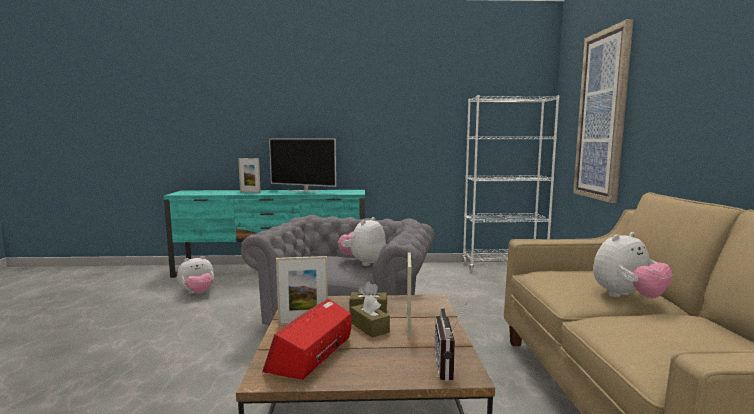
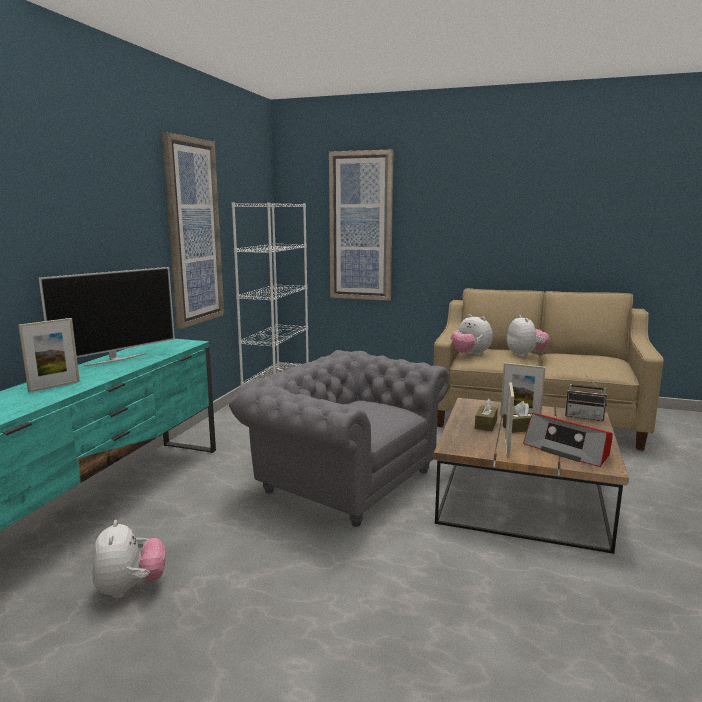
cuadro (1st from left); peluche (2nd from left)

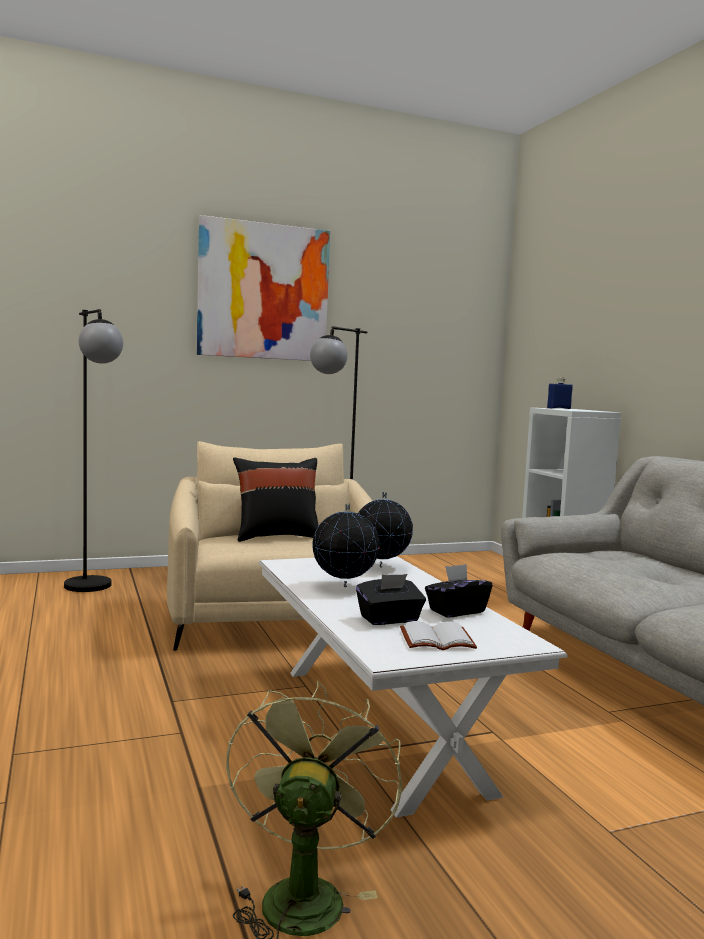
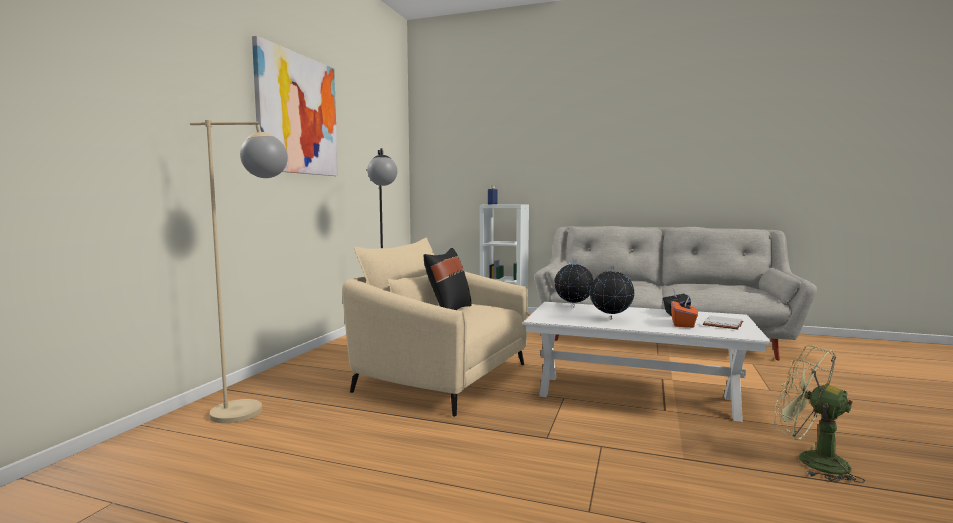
lámpara de pie (beis); caja de pañuelos (naranja)

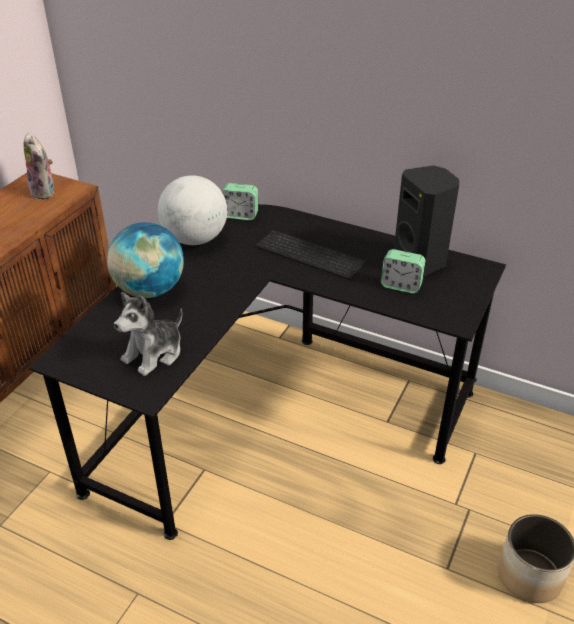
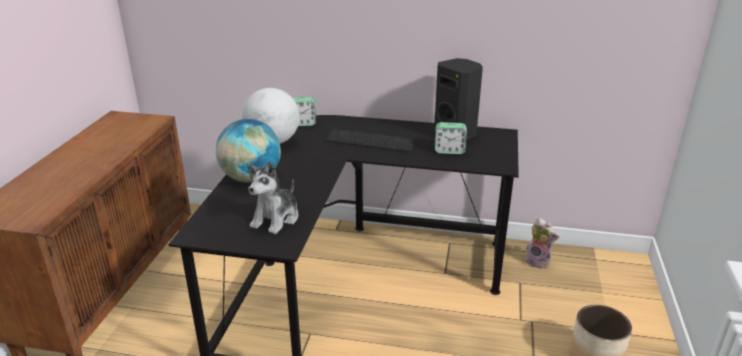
peluche (2nd from left)

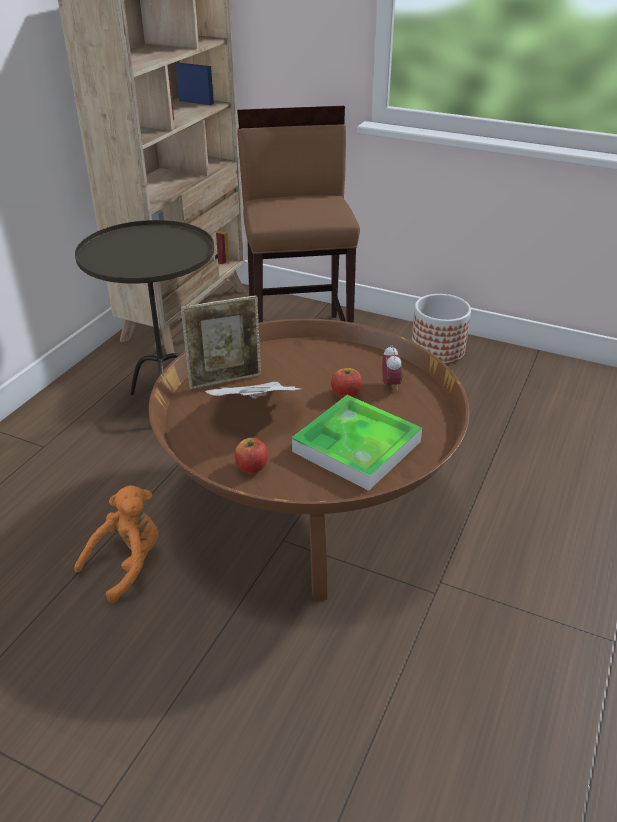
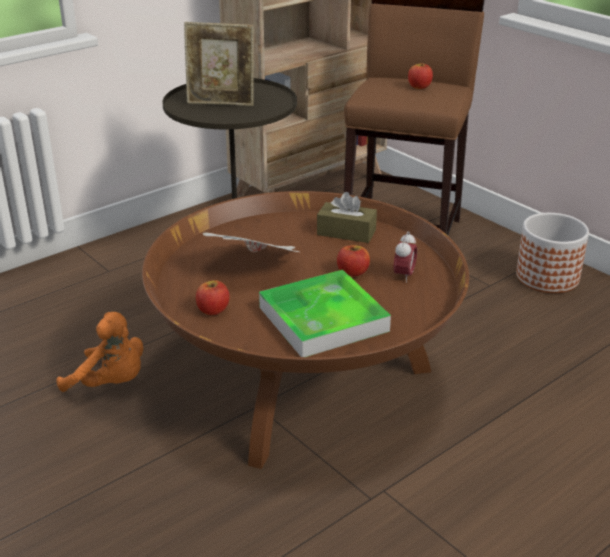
caja de pañuelos (marrón); manzana (3rd from left); portarretratos; peluche (naranja)

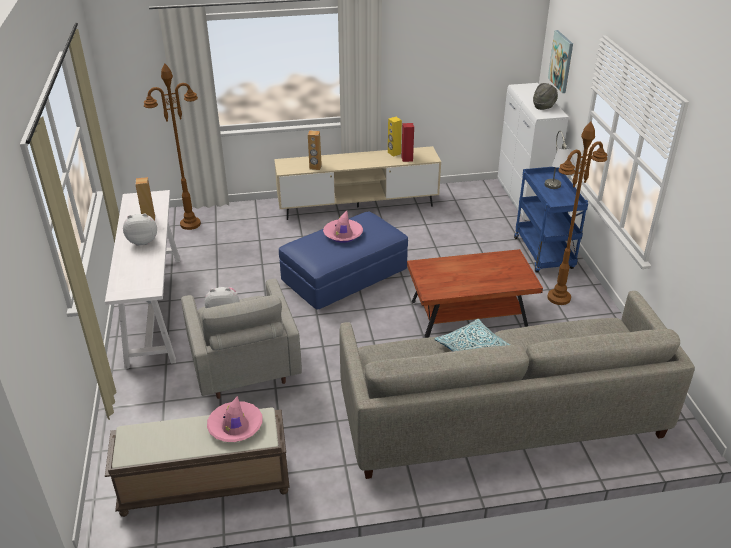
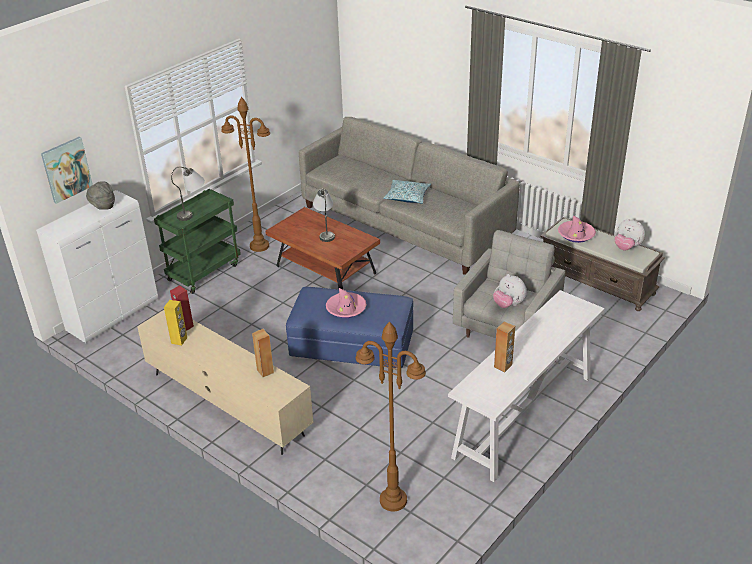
lámpara de mesa (gris) (2nd from left); peluche (2nd from left); carrito (verde)

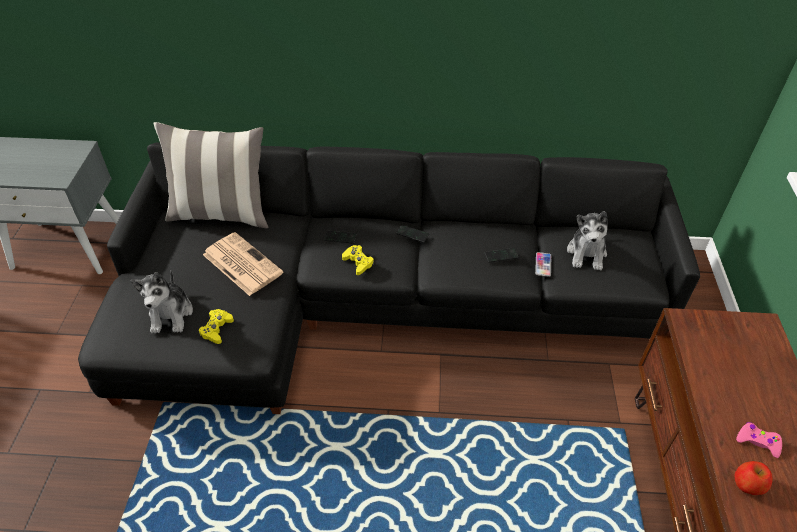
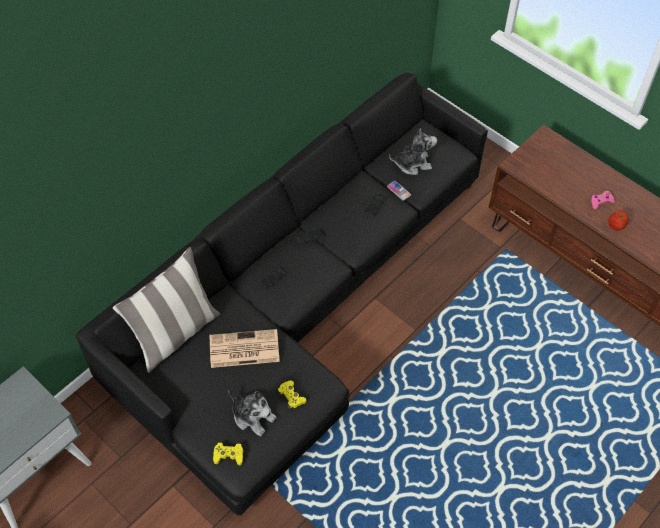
mando de consola (amarillo) (1st from left); peluche (2nd from left)

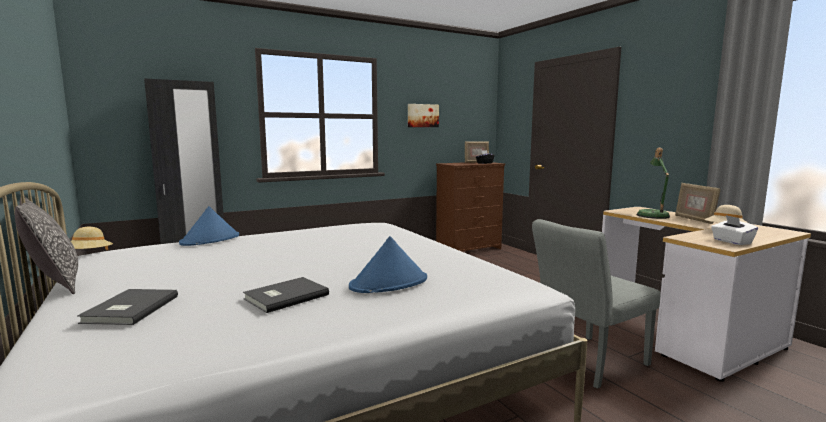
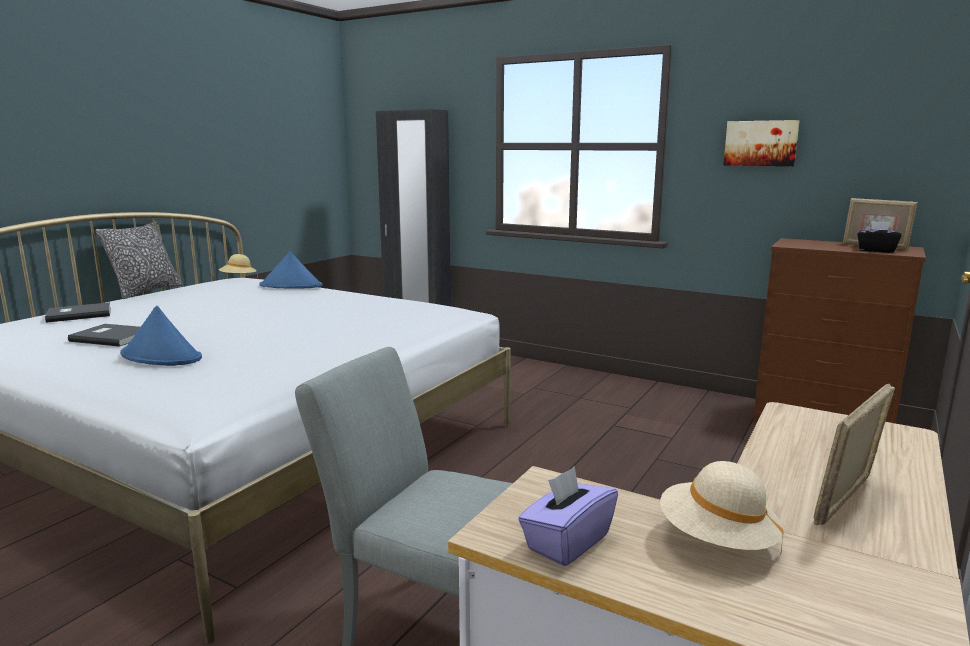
lámpara de mesa; caja de pañuelos (morado)

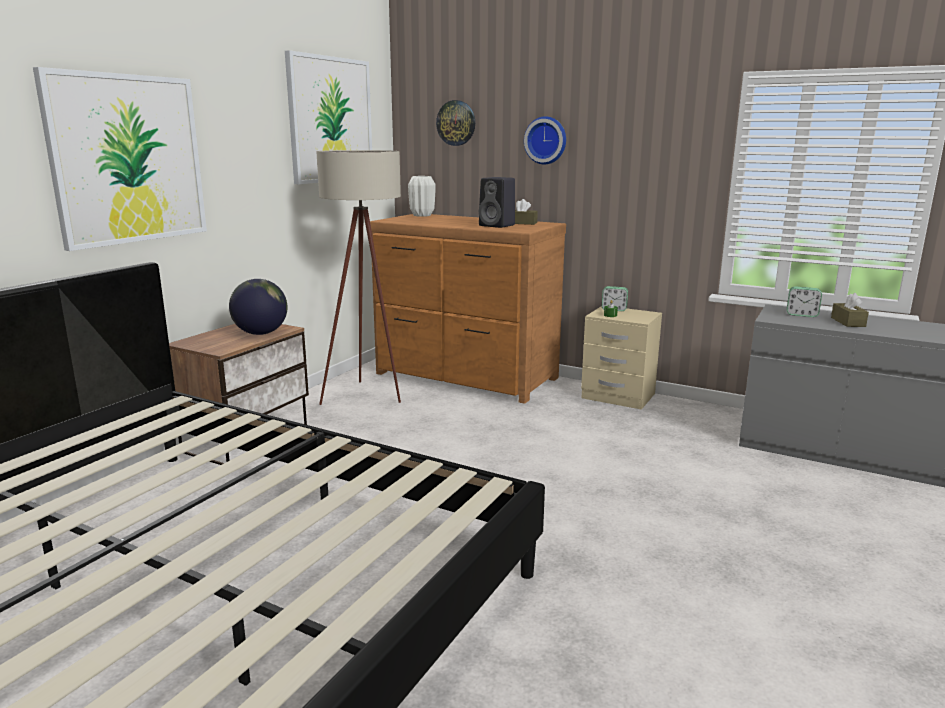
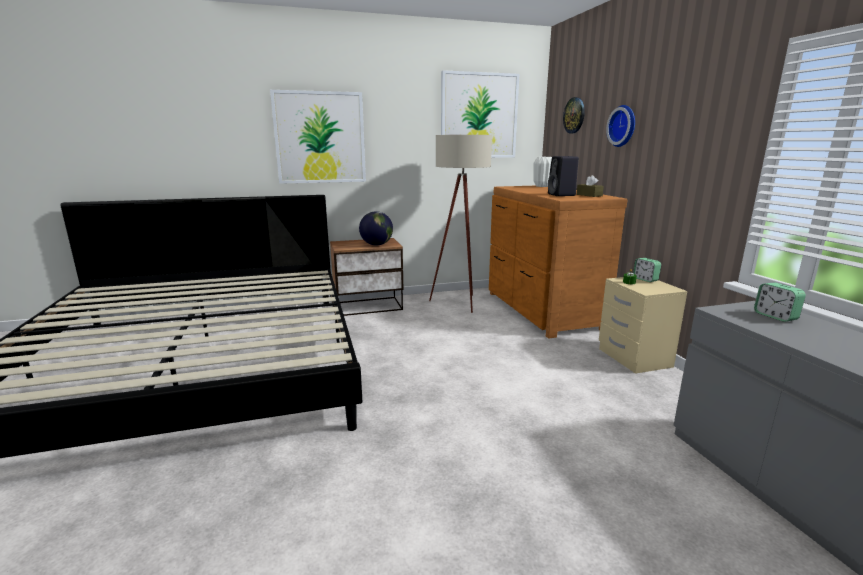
caja de pañuelos (marrón) (2nd from left in the first image)

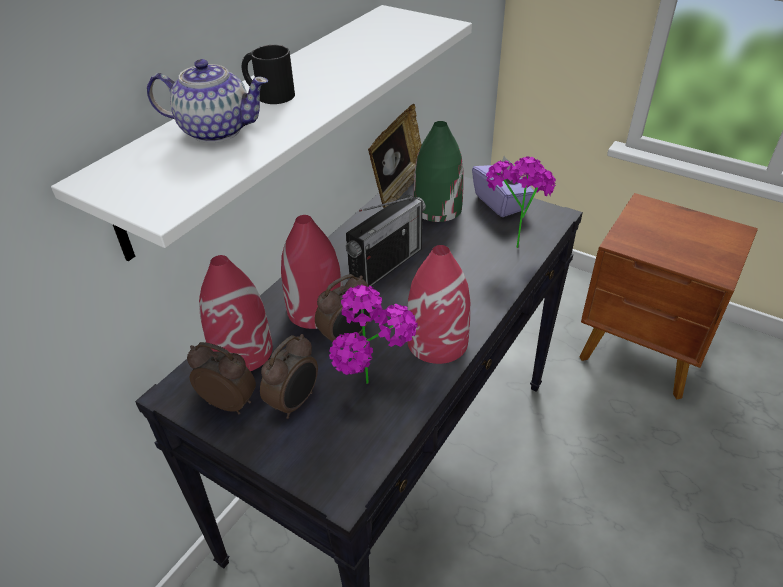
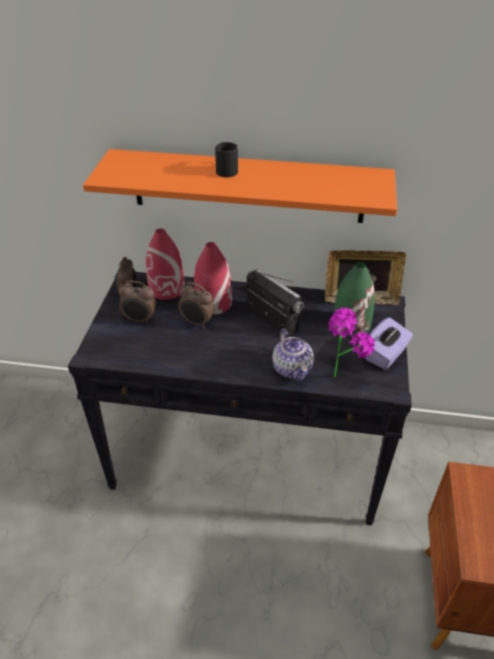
planta en maceta (1st from left in the first image); florero (rojo) (3rd from left in the first image); tetera; estante (naranja); radio

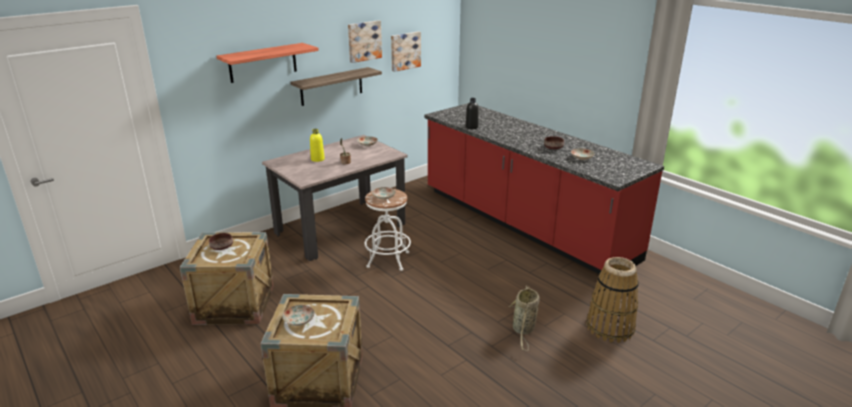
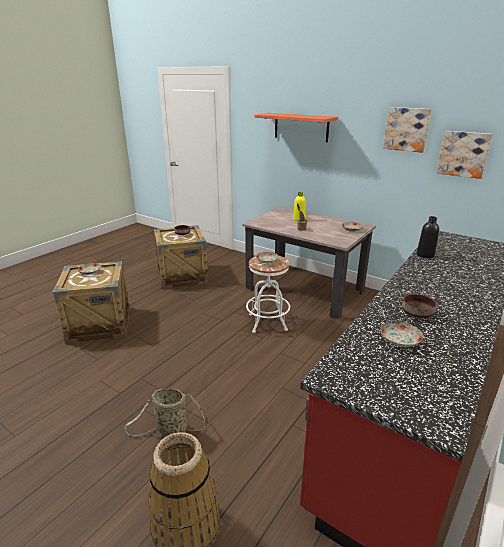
estante (2nd from left in the first image)

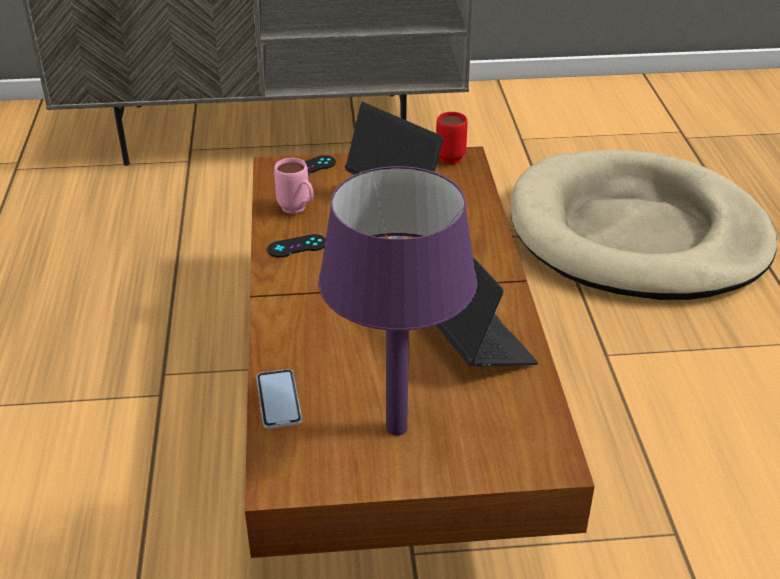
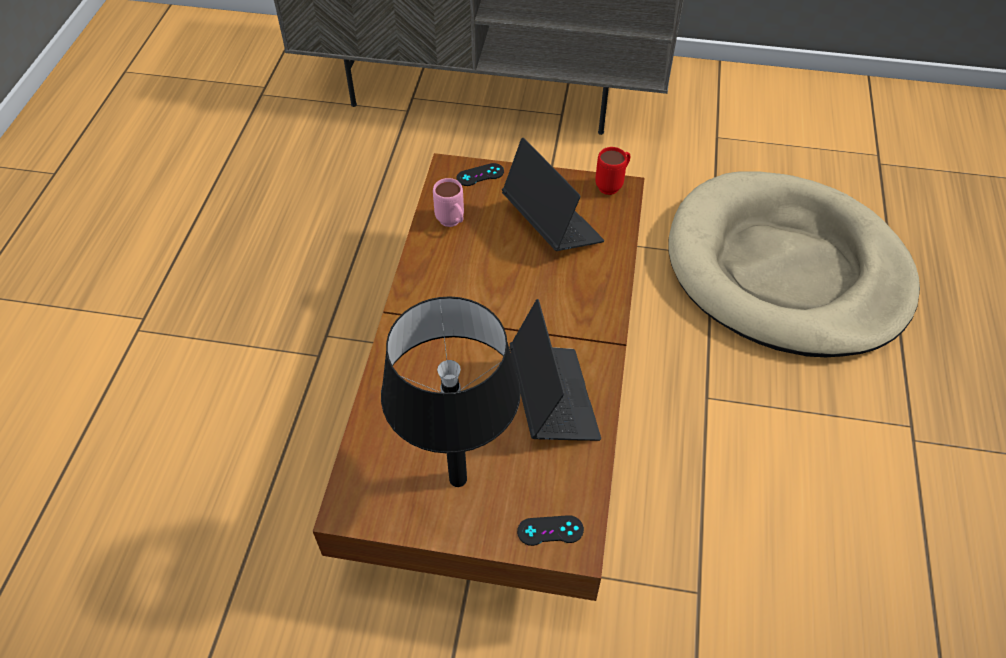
móvil; mando de consola (negro) (2nd from left); lámpara de mesa (negro)

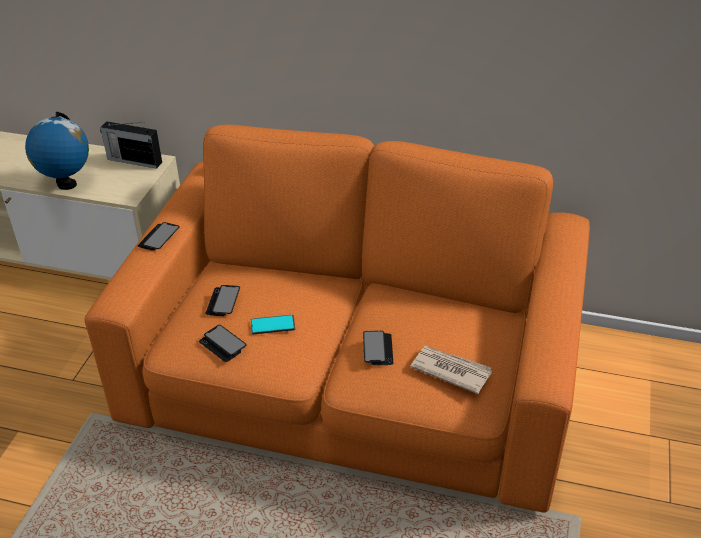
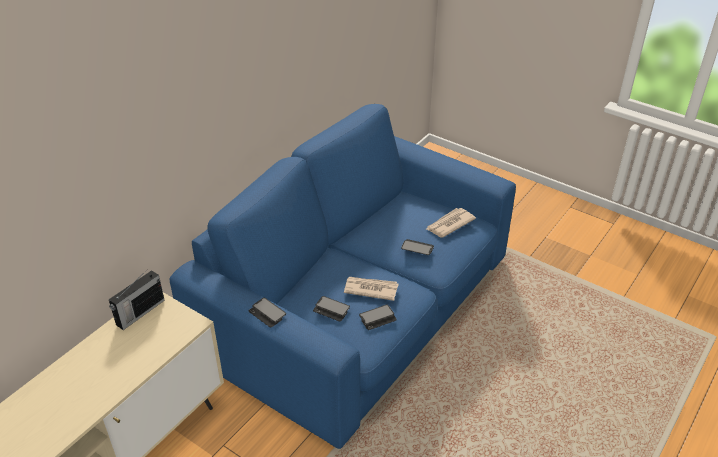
globo terráqueo; periódico (1st from left); sofá (azul)

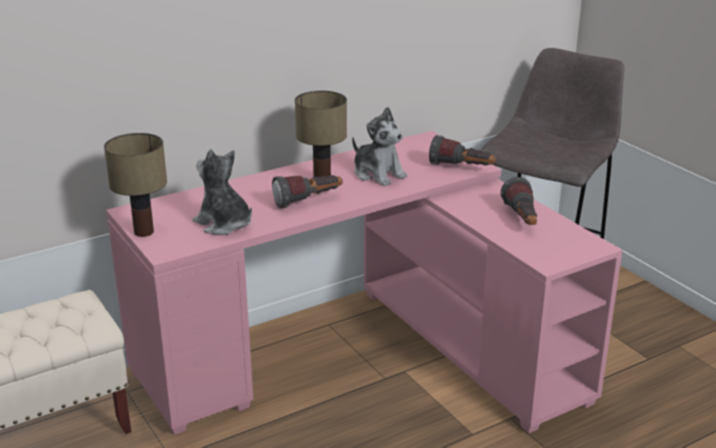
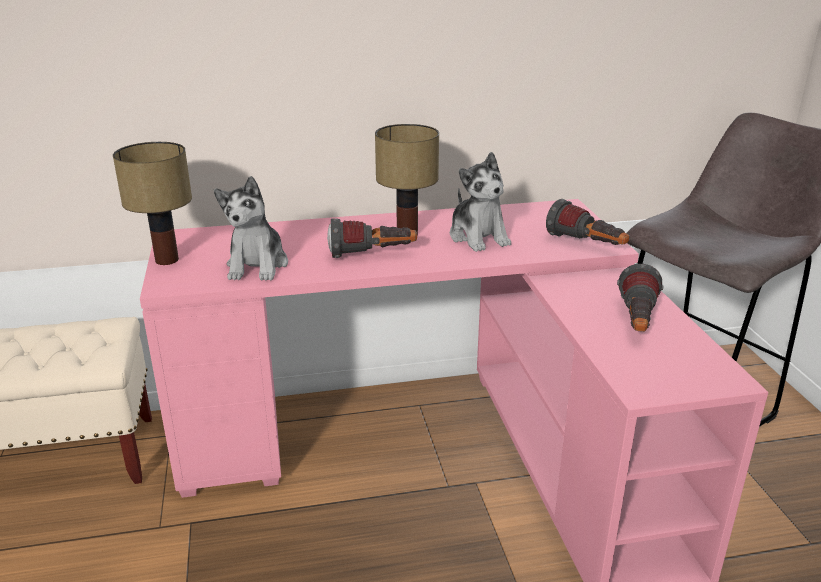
peluche (1st from left)

